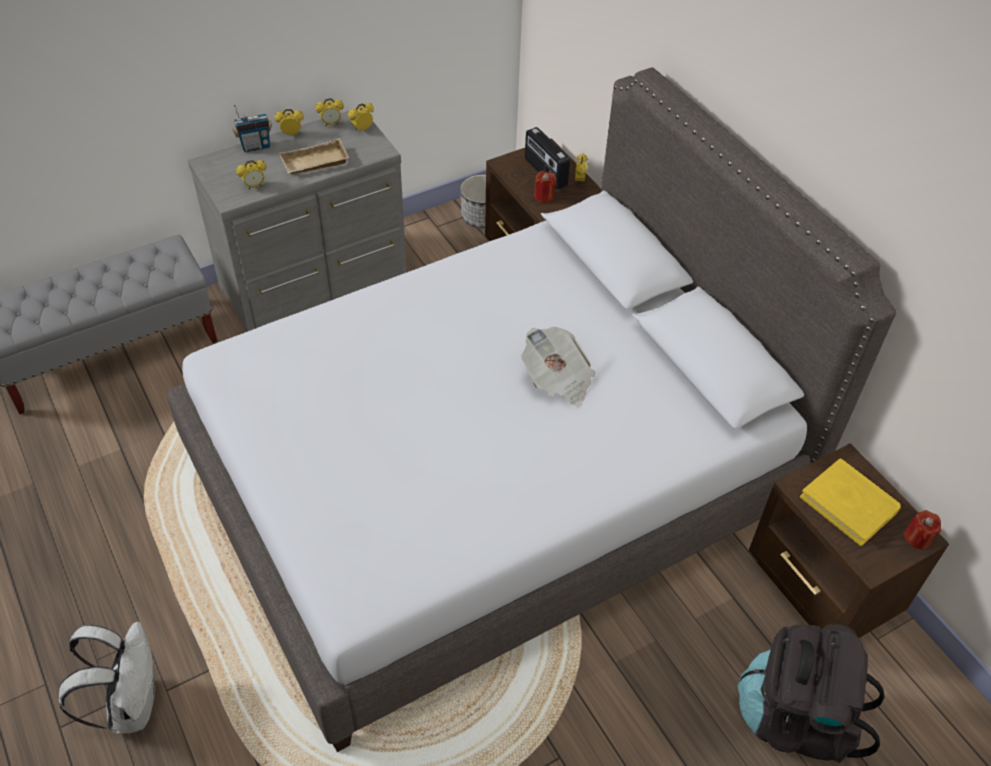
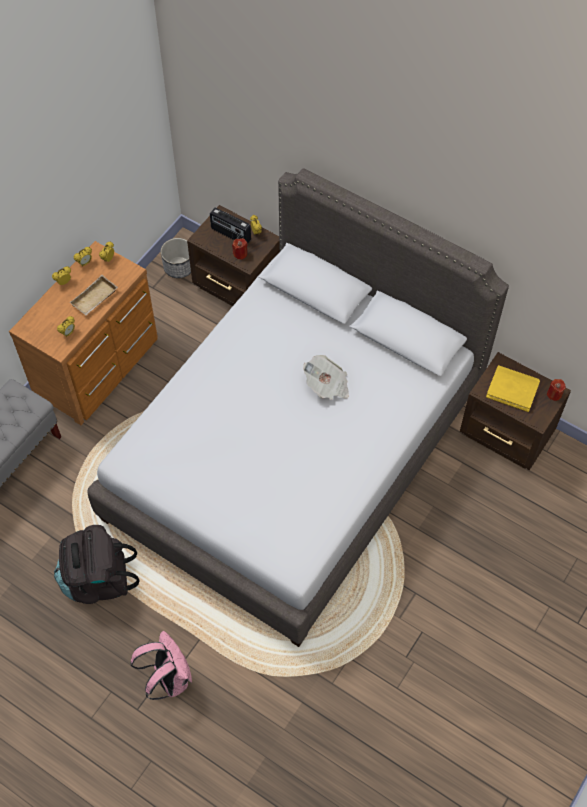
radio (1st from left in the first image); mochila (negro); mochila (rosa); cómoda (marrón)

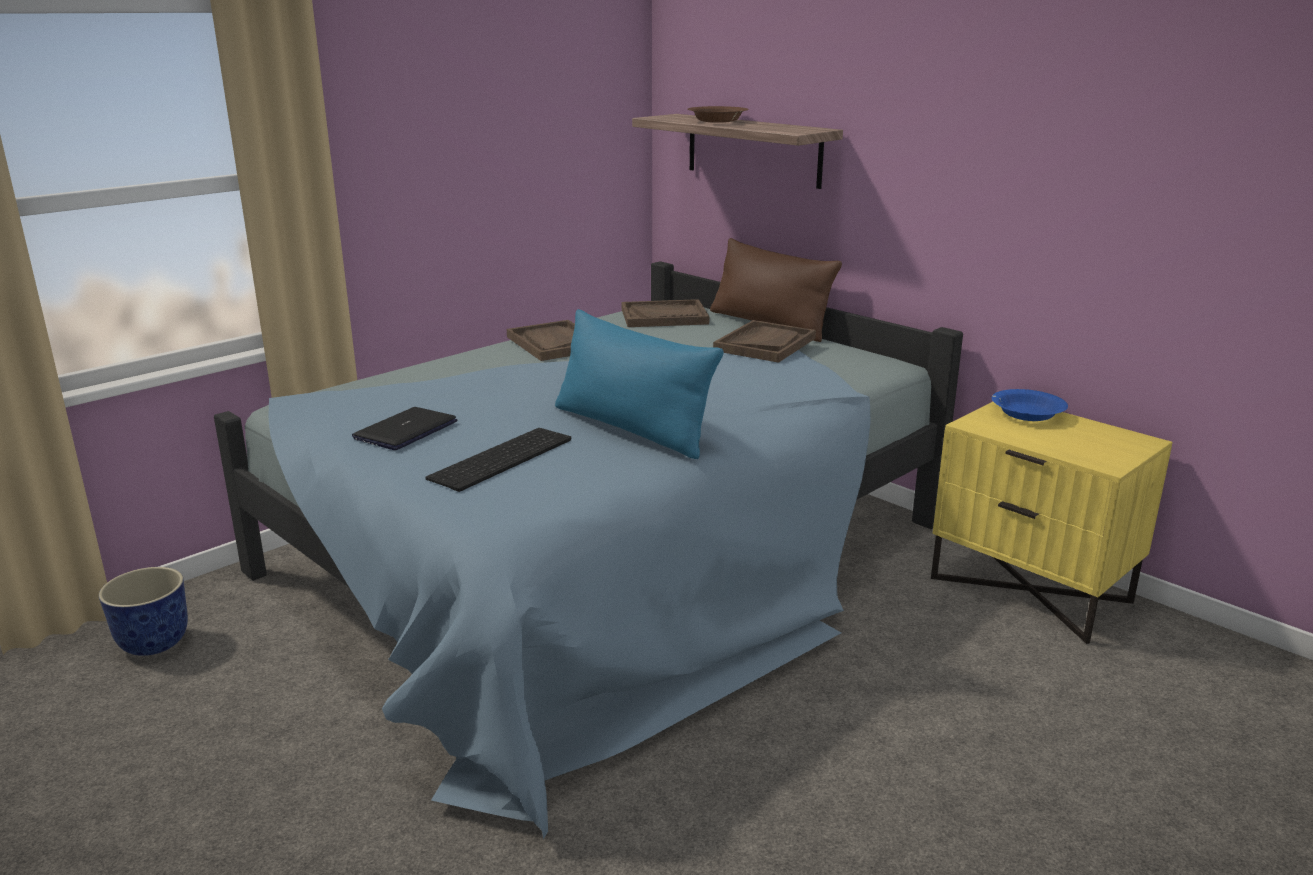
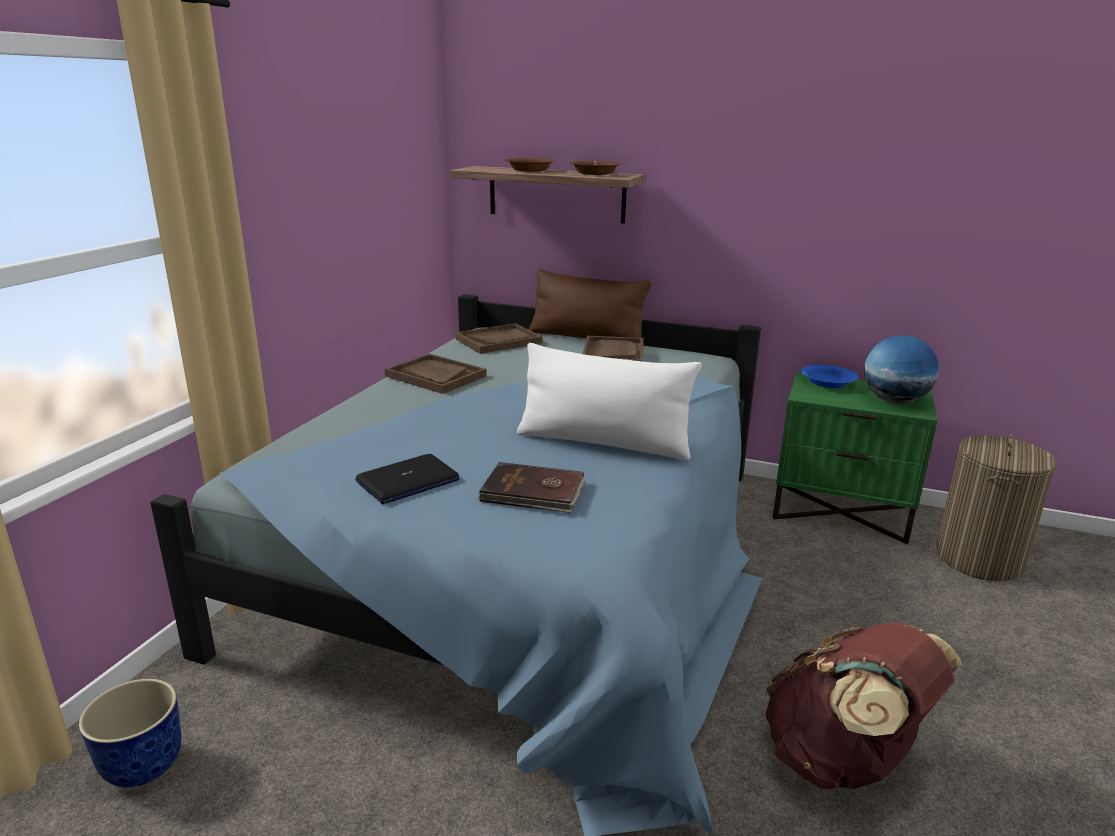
cuenco (marrón) (2nd from left); mochila (marrón); globo terráqueo; cesto de la ropa; libro (marrón); cojín (blanco); mesita de noche (verde); portátil

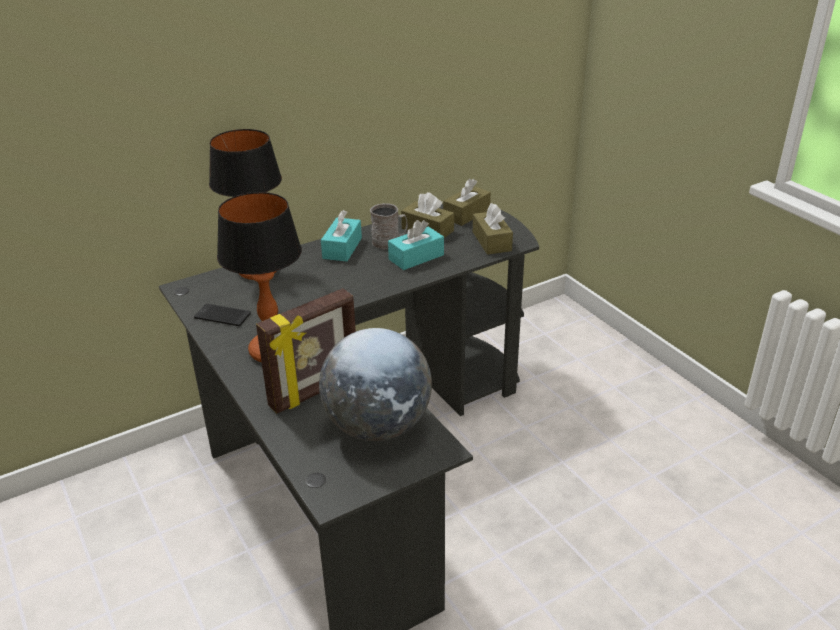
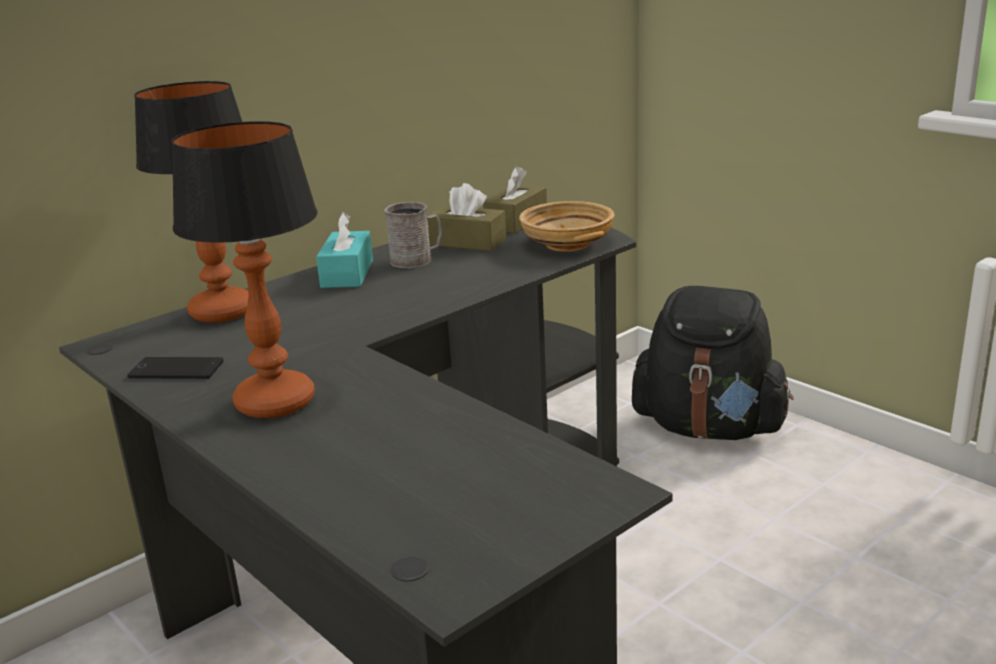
portarretratos; globo terráqueo; caja de pañuelos (turquesa) (2nd from left in the first image); mochila (negro); cuenco (beis)

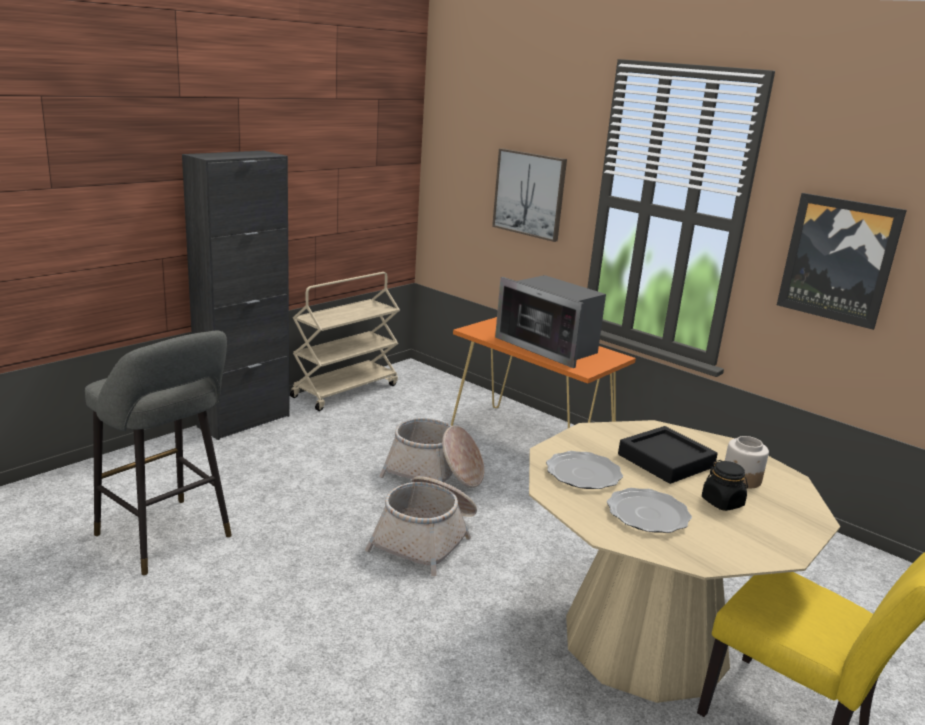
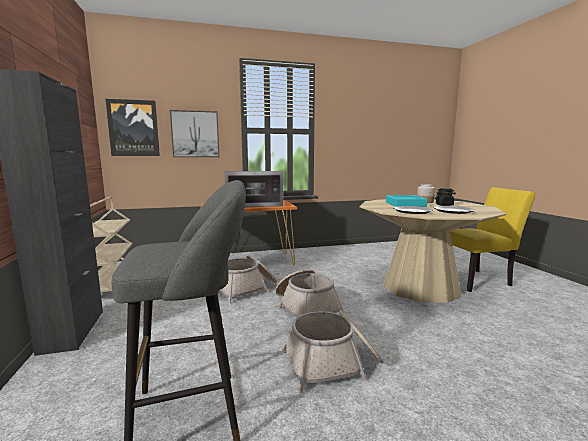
cesta (3rd from left); cuadro (1st from left); bandeja (turquesa)

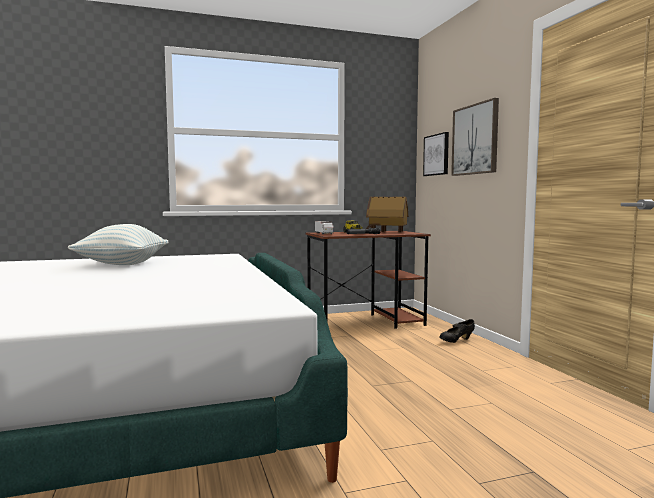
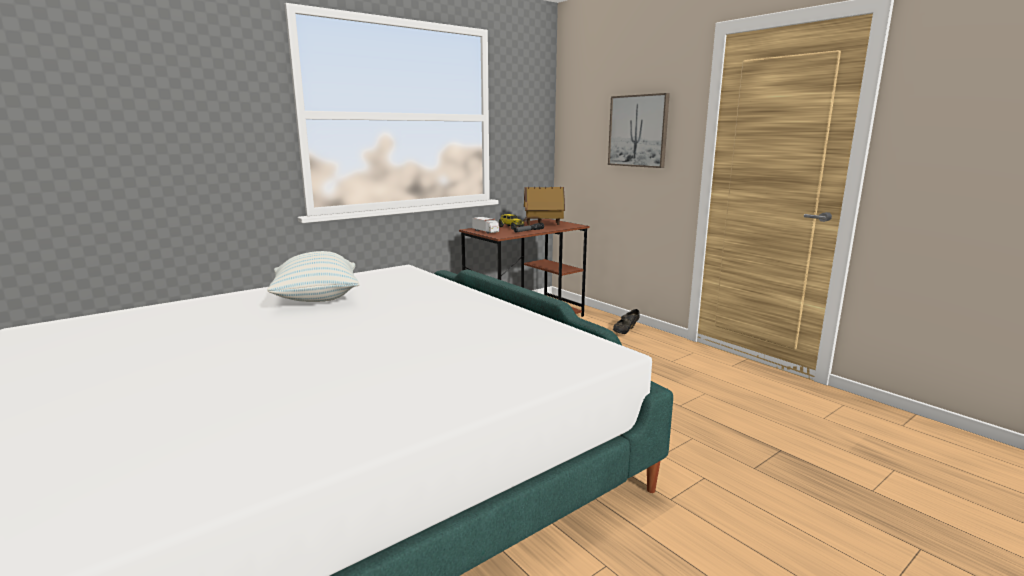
cuadro (1st from left in the first image)

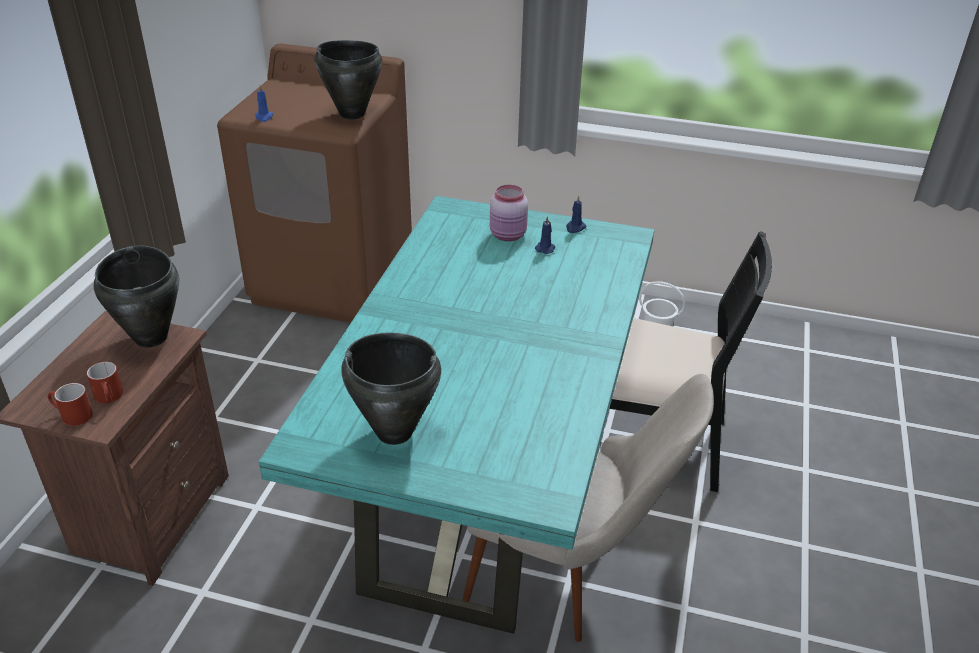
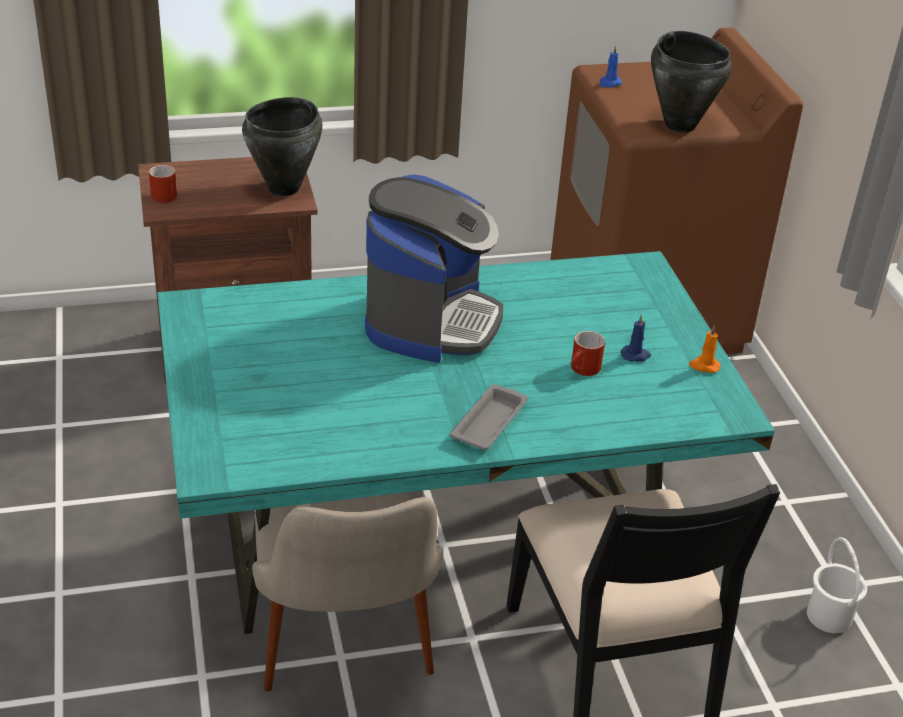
olla (negro) (3rd from left in the first image); tarro (rosa); cafetera; bandeja (gris); taza grande (rojo) (2nd from left); vela (naranja)

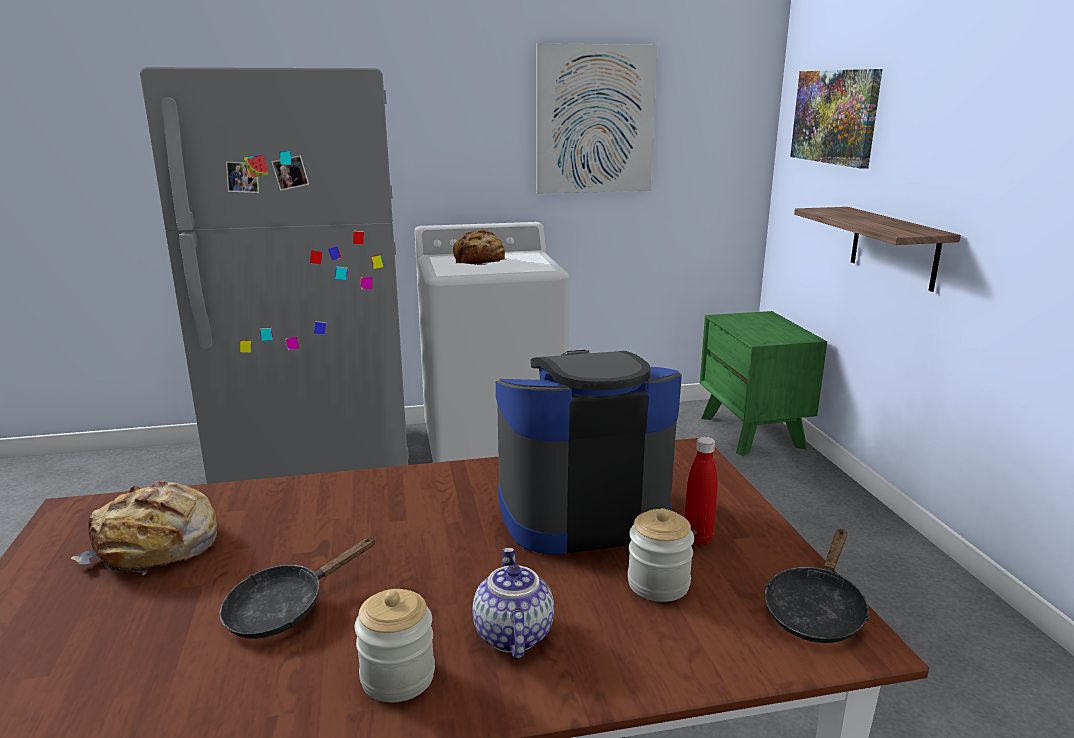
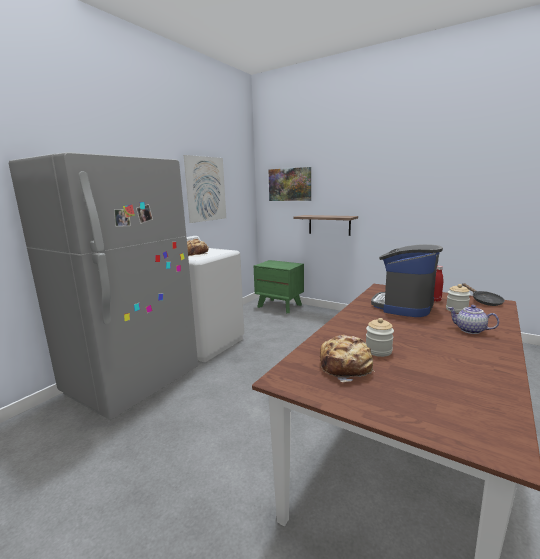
sartén (negro) (1st from left in the first image); tarro (1st from left)

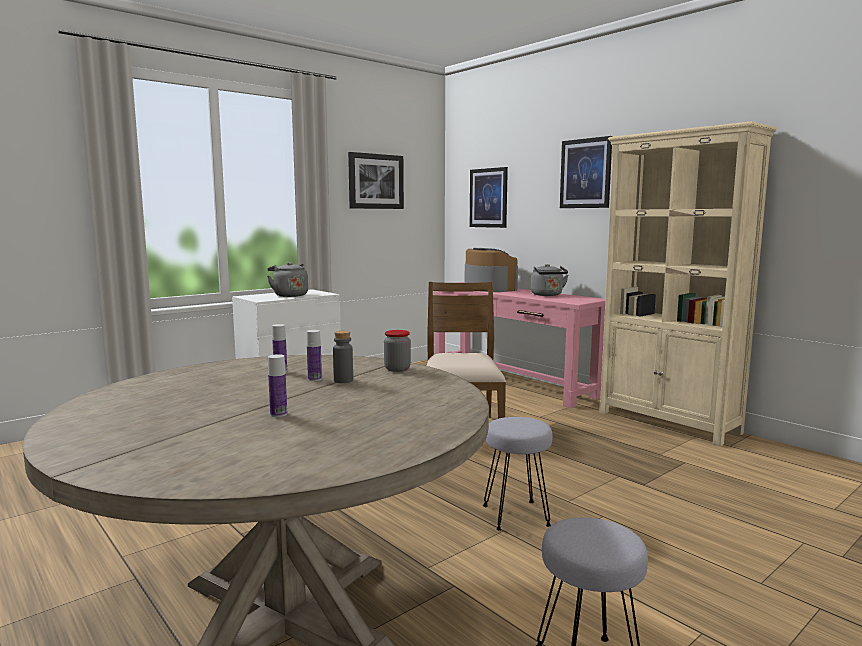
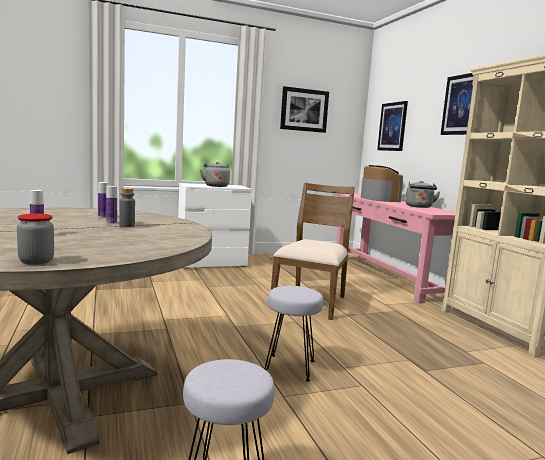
tarro

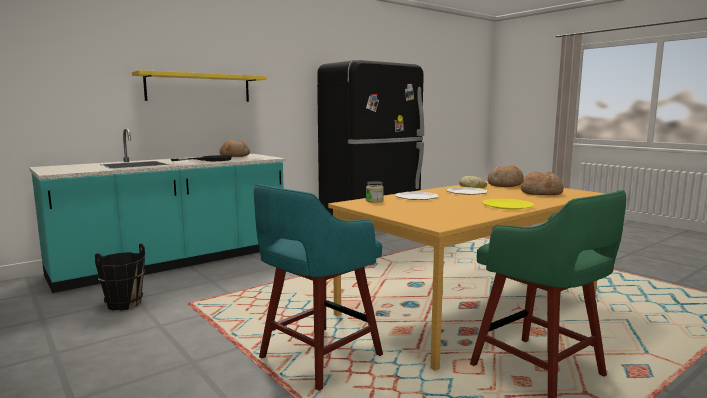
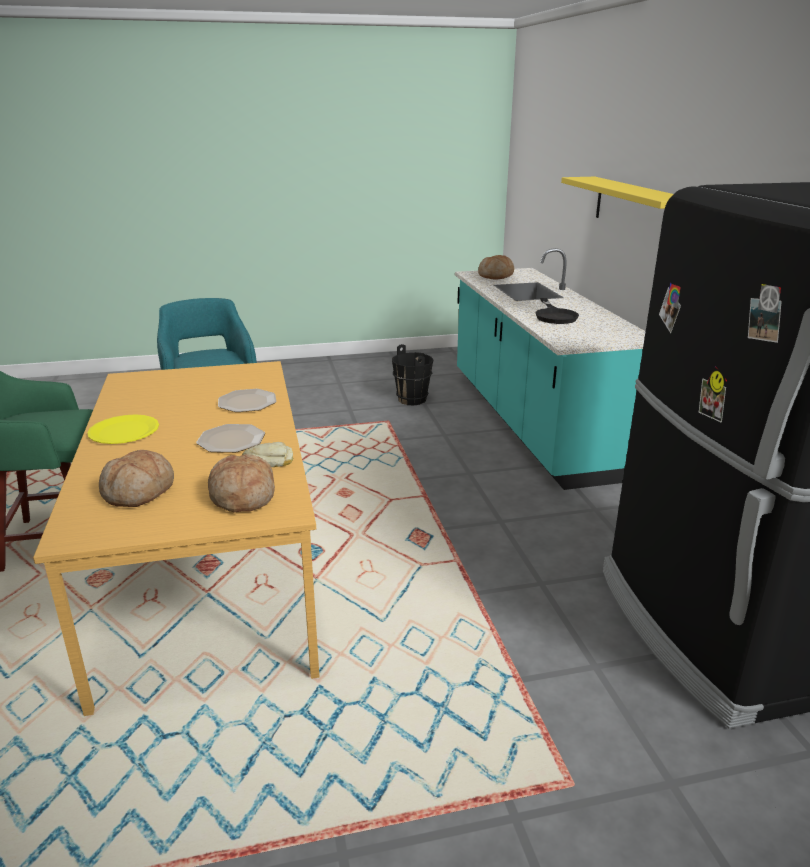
tarro; pan (4th from left)

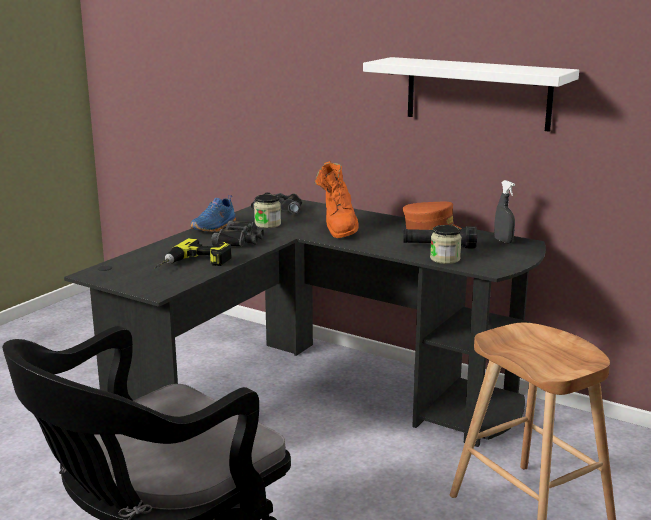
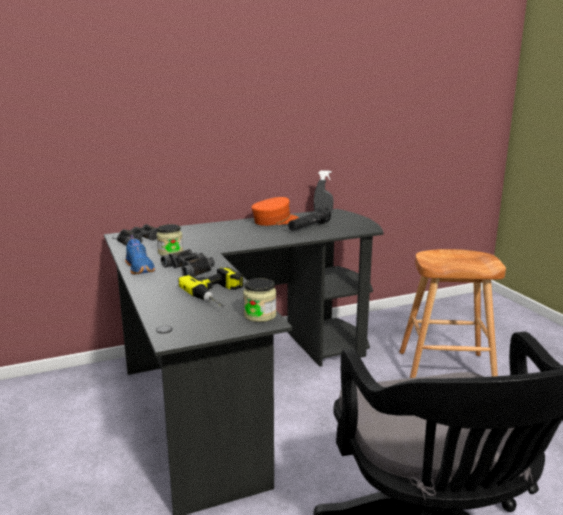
bota (naranja); estante (blanco); tarro (2nd from left)

